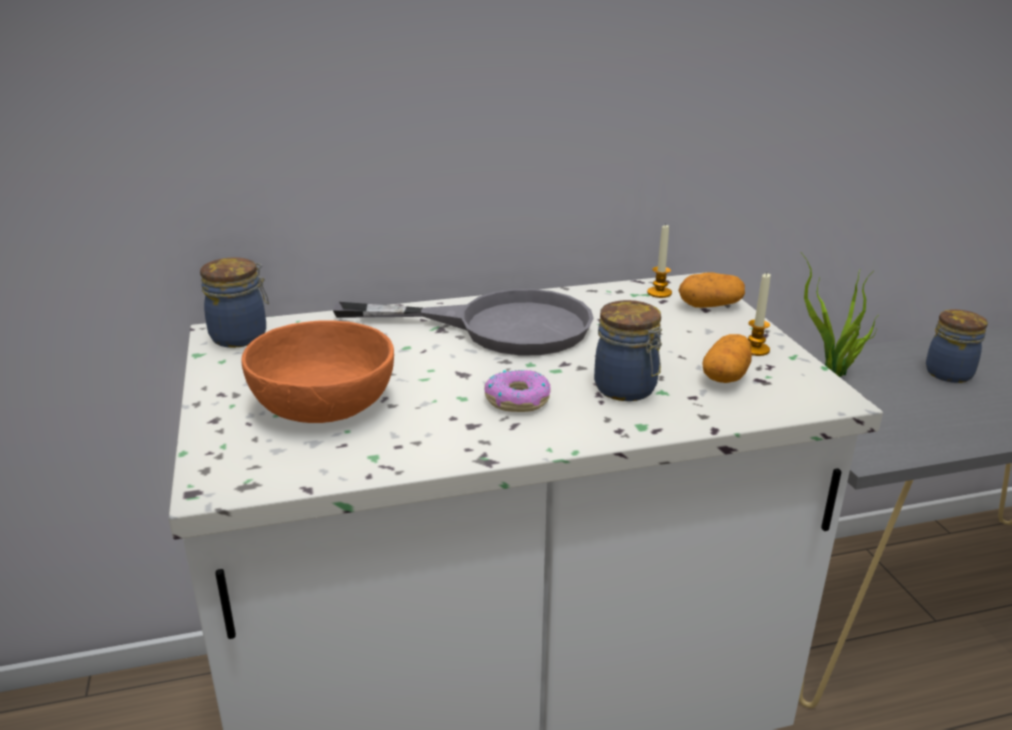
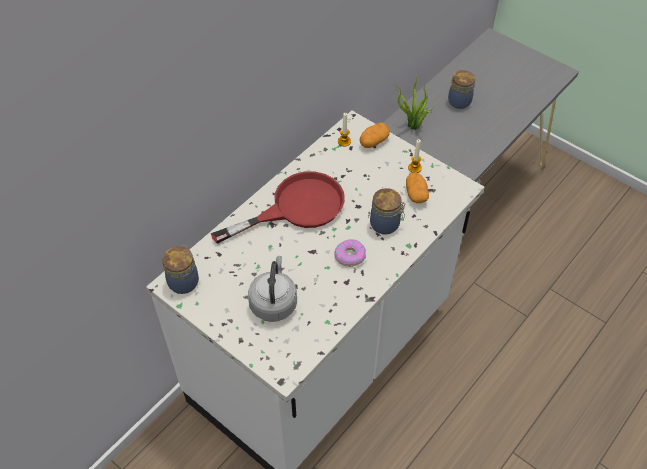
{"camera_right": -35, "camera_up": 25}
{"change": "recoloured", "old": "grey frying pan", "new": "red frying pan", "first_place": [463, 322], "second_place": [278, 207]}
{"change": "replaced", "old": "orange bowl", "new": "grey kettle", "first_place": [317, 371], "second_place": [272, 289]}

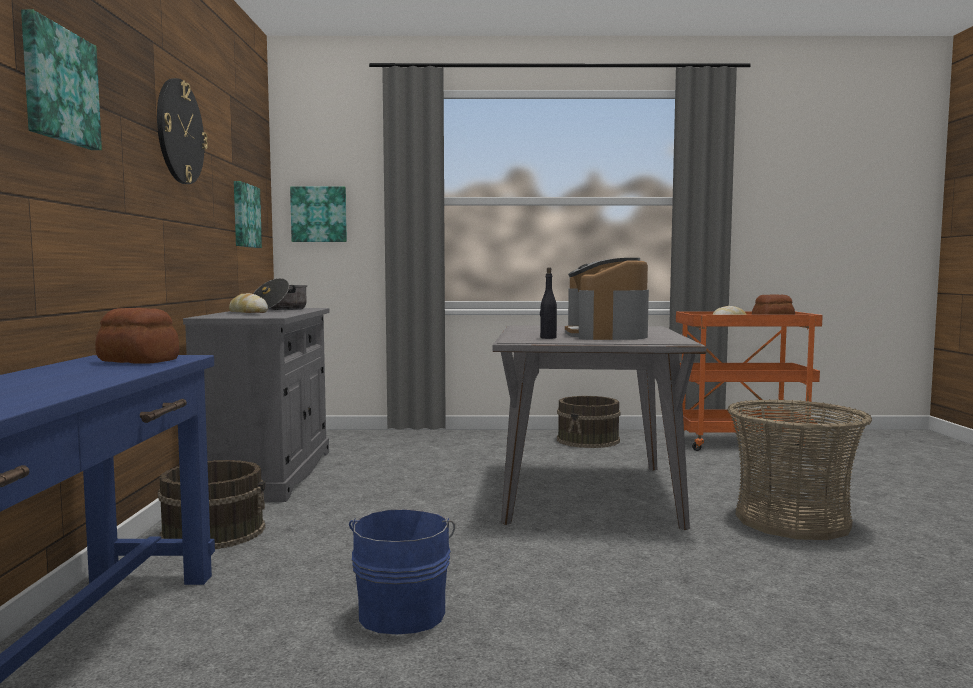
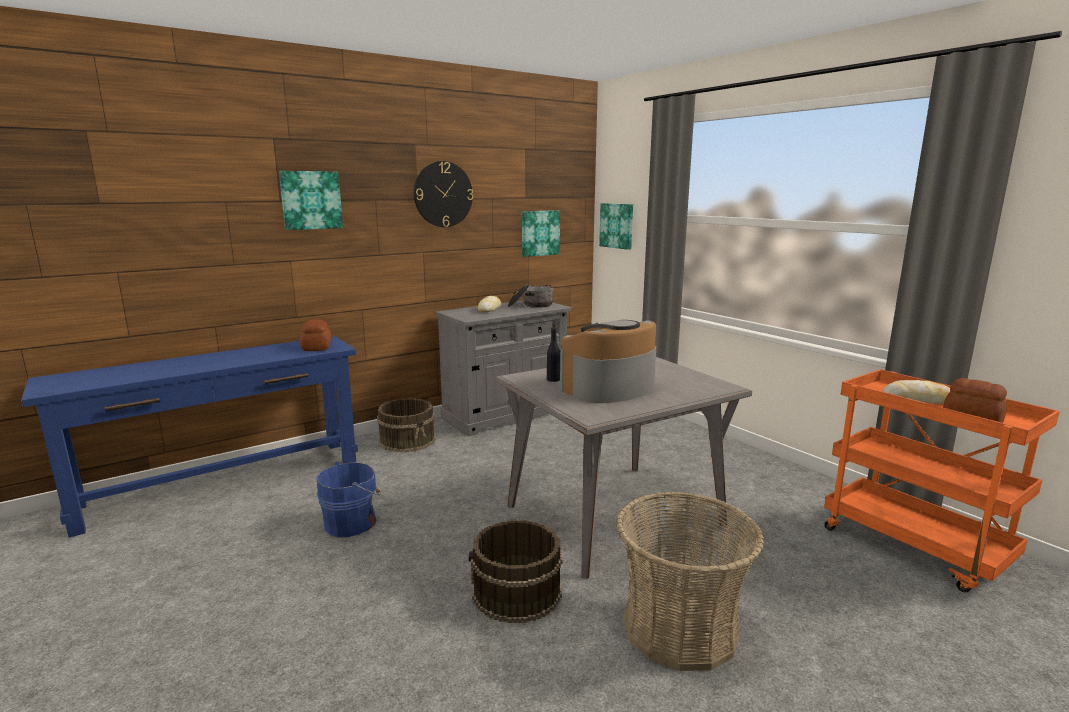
{"camera_right": 55, "camera_up": 10}
{"change": "moved", "old": "brown bucket", "first_place": [589, 422], "second_place": [516, 571]}

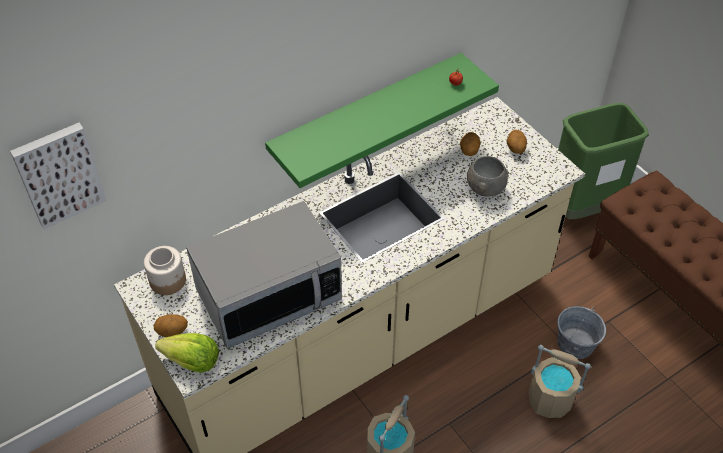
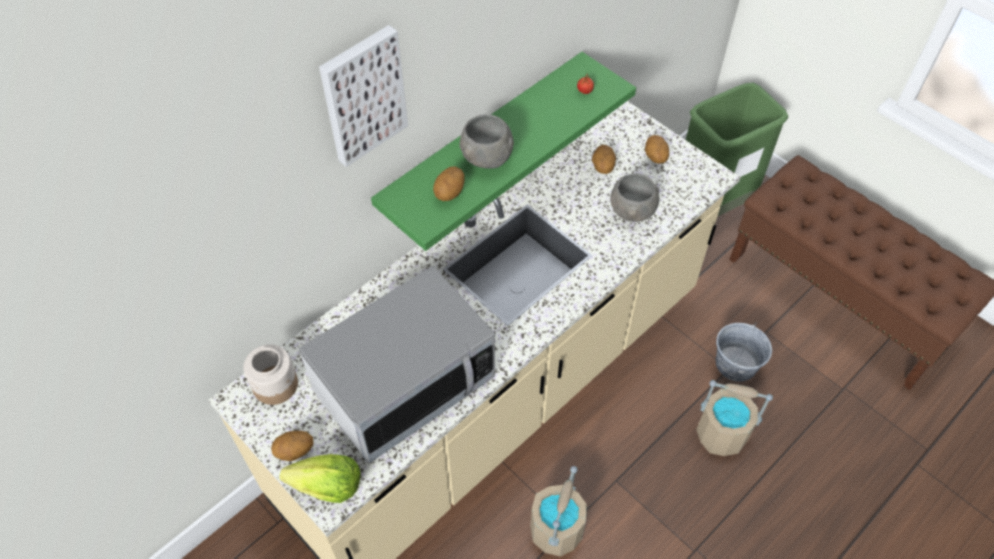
{"camera_right": -10, "camera_up": 5}
{"change": "moved", "old": "picture", "first_place": [58, 176], "second_place": [363, 96]}
{"change": "added", "new": "grey bowl", "second_place": [487, 141]}
{"change": "added", "new": "potato", "second_place": [449, 184]}

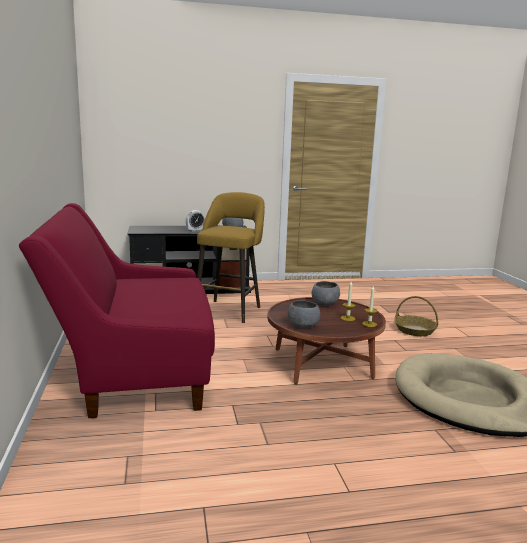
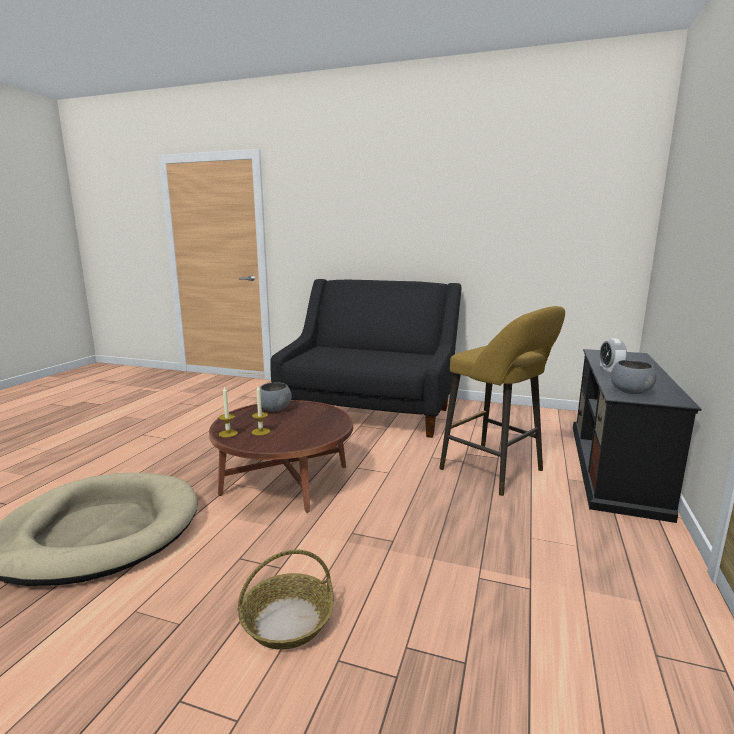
{"camera_right": 120, "camera_up": 0}
{"change": "recoloured", "old": "red sofa", "new": "black sofa", "first_place": [117, 310], "second_place": [366, 358]}
{"change": "removed", "old": "grey bowl", "first_place": [325, 293]}

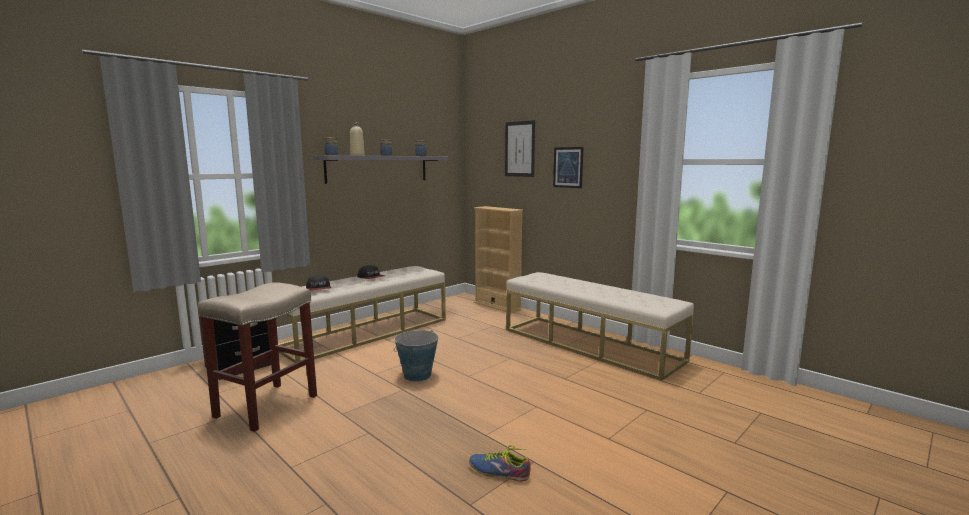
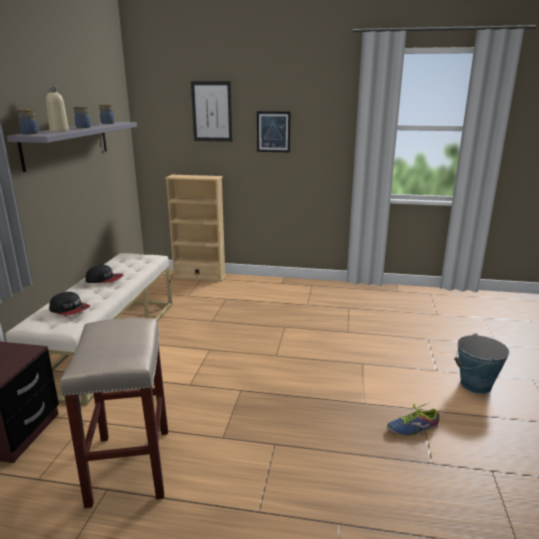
{"camera_right": -35, "camera_up": 10}
{"change": "removed", "old": "beige bench", "first_place": [600, 326]}
{"change": "moved", "old": "bucket", "first_place": [416, 356], "second_place": [481, 363]}

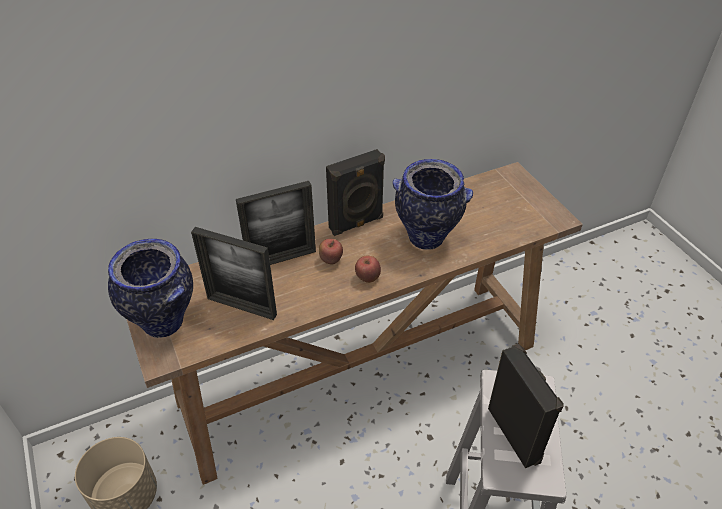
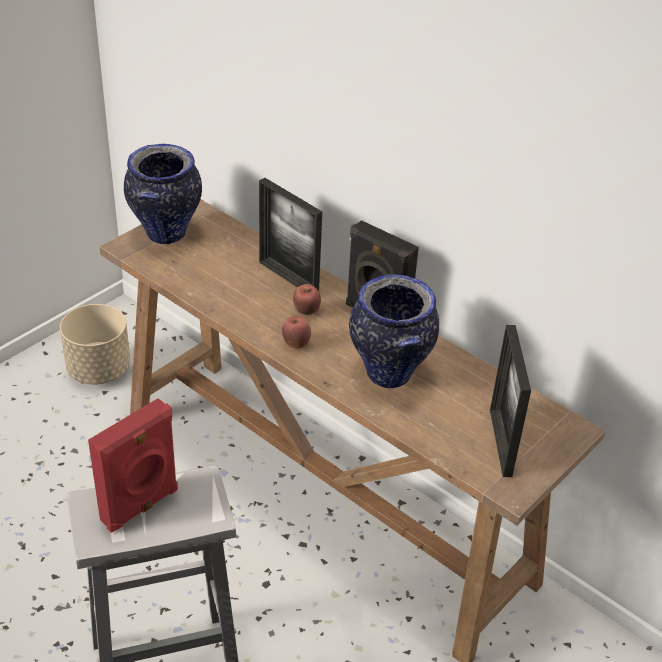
{"camera_right": 65, "camera_up": -5}
{"change": "moved", "old": "picture frame", "first_place": [234, 273], "second_place": [510, 401]}
{"change": "recoloured", "old": "black speaker", "new": "red speaker", "first_place": [526, 406], "second_place": [133, 465]}

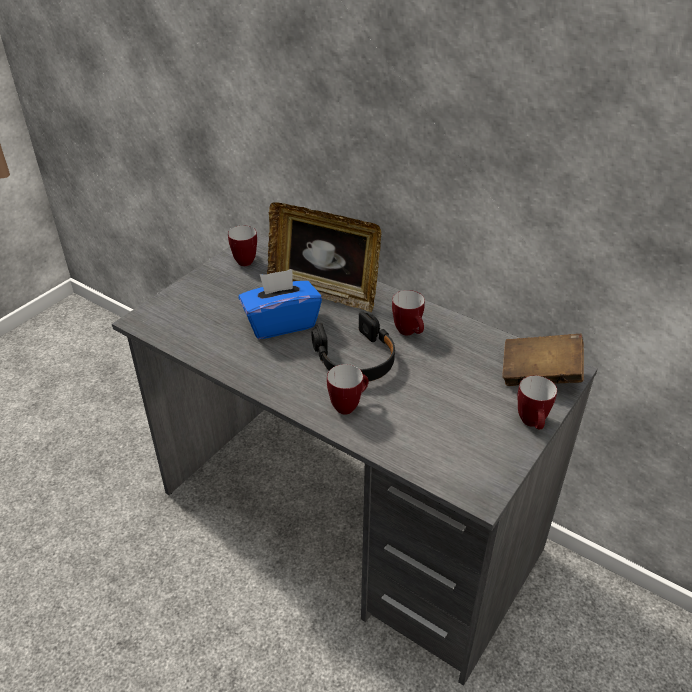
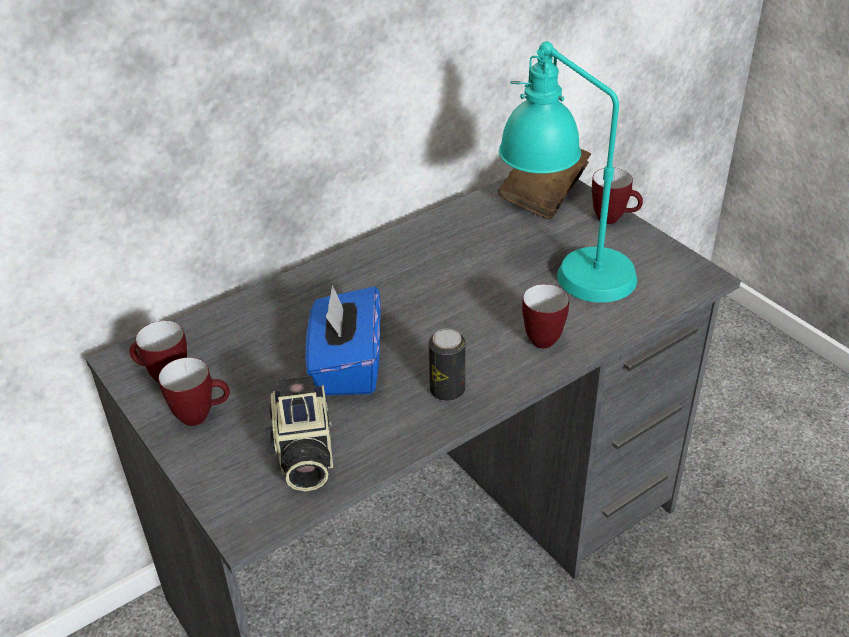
{"camera_right": -70, "camera_up": 0}
{"change": "removed", "old": "picture frame", "first_place": [324, 257]}
{"change": "moved", "old": "mug", "first_place": [408, 312], "second_place": [194, 391]}
{"change": "removed", "old": "black headphones", "first_place": [353, 346]}
{"change": "added", "new": "turquoise table lamp", "second_place": [568, 172]}
{"change": "added", "new": "can", "second_place": [447, 365]}
{"change": "added", "new": "photo camera", "second_place": [299, 434]}

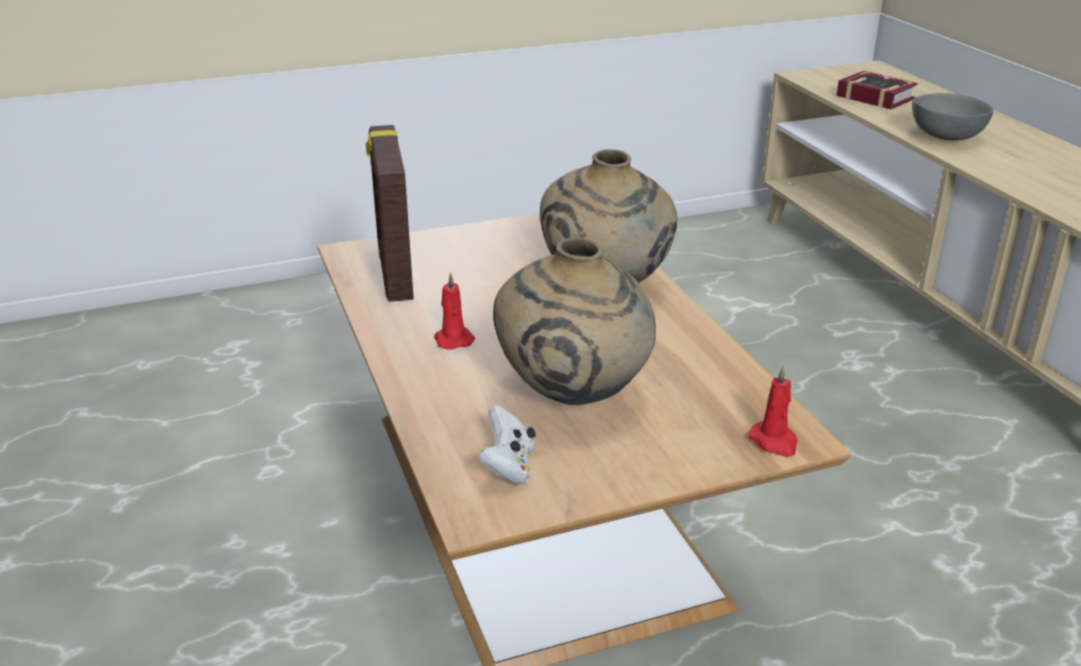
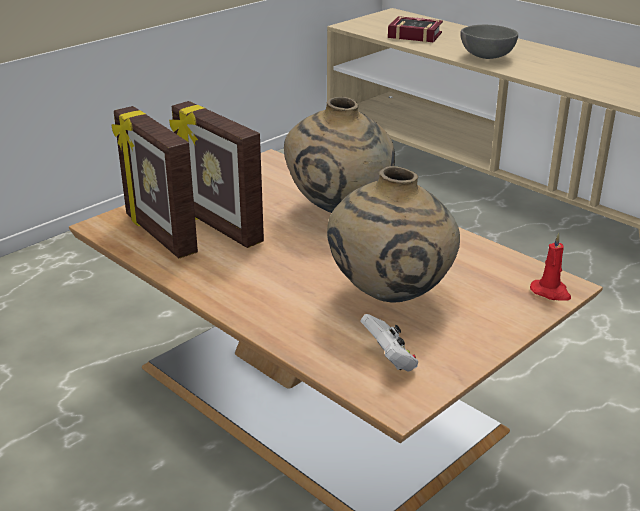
{"camera_right": -25, "camera_up": 0}
{"change": "removed", "old": "red candle", "first_place": [454, 311]}
{"change": "added", "new": "picture frame", "second_place": [216, 174]}

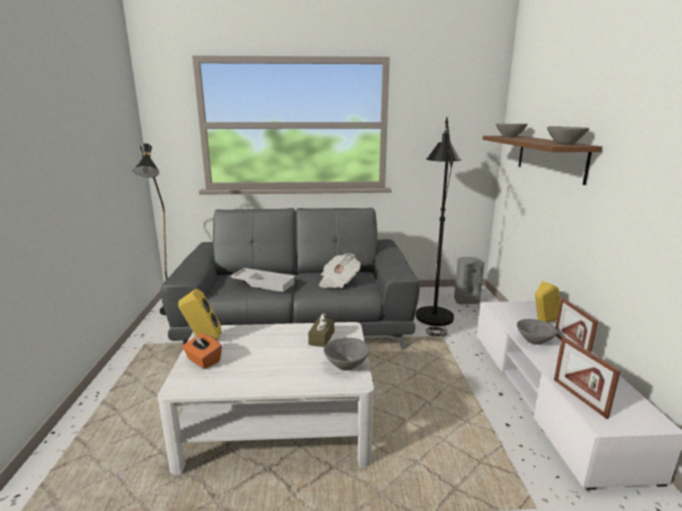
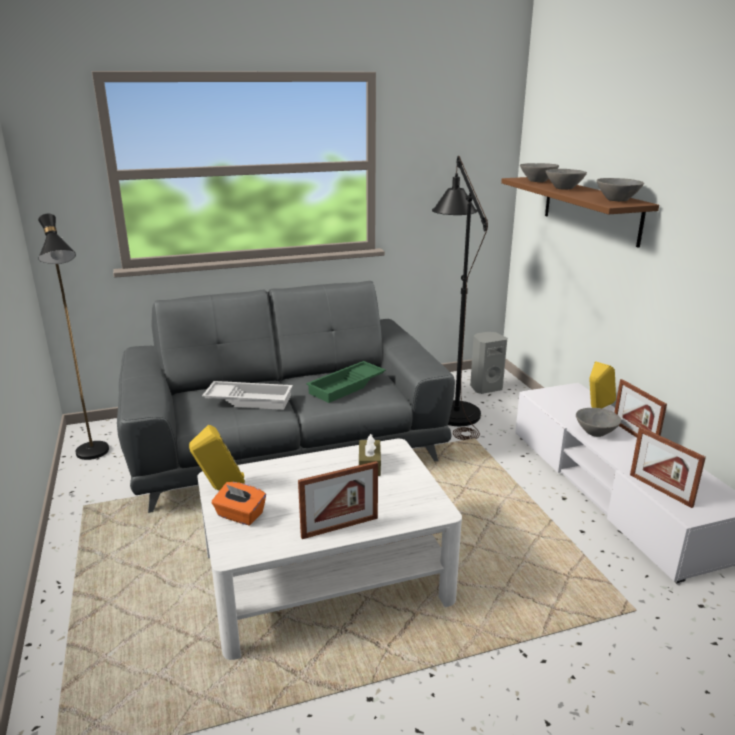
{"camera_right": -15, "camera_up": 5}
{"change": "replaced", "old": "newspaper", "new": "green tray", "first_place": [340, 270], "second_place": [346, 382]}
{"change": "moved", "old": "grey bowl", "first_place": [347, 354], "second_place": [566, 179]}
{"change": "added", "new": "picture frame", "second_place": [338, 500]}

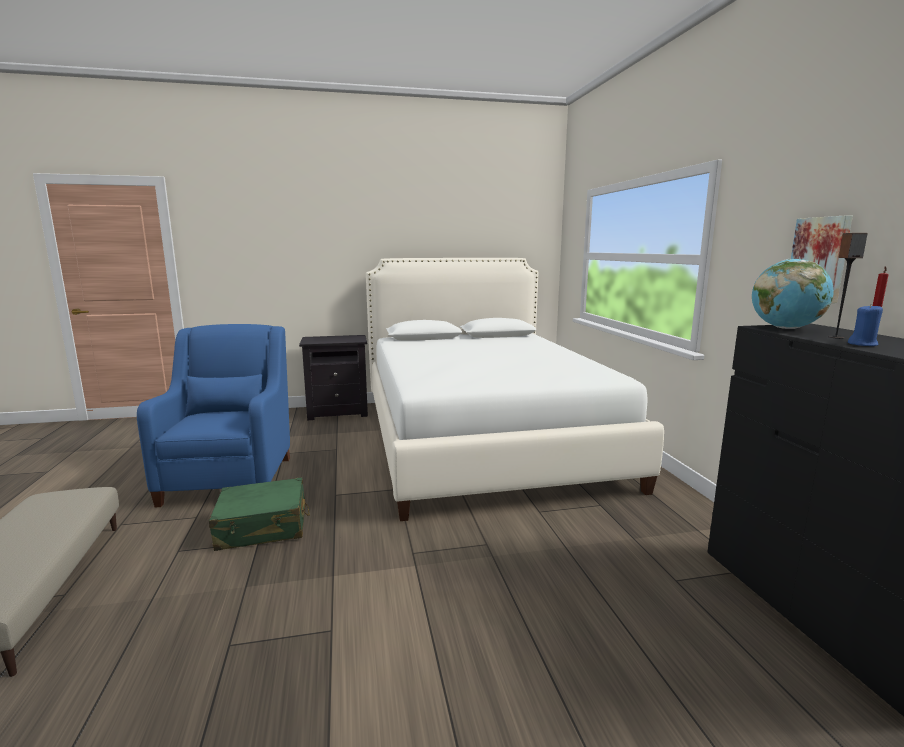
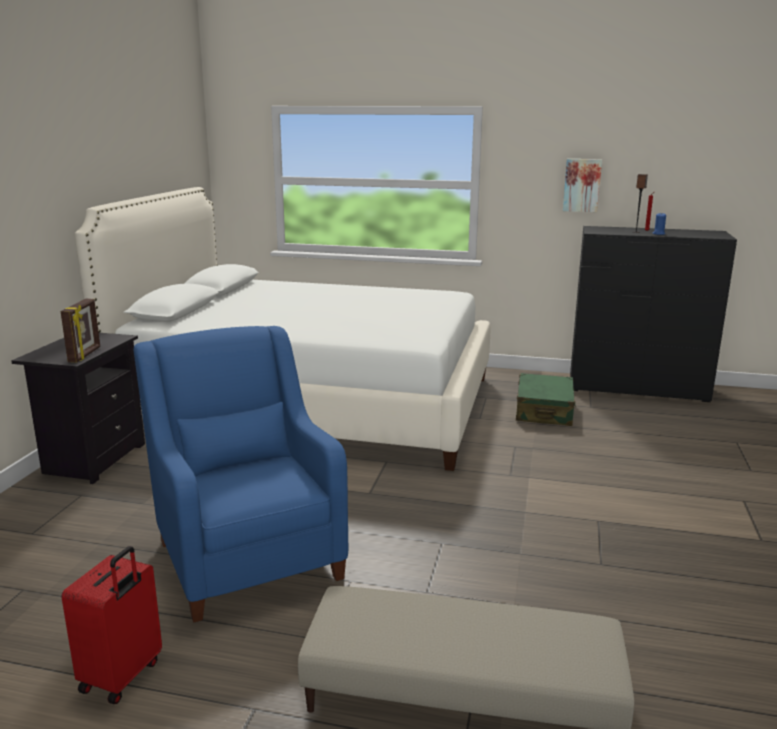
{"camera_right": -65, "camera_up": 5}
{"change": "removed", "old": "globe", "first_place": [793, 294]}
{"change": "turned", "old": "blue armchair", "first_place": [213, 415], "second_place": [241, 474], "degrees": 45}
{"change": "moved", "old": "green suitcase", "first_place": [259, 514], "second_place": [546, 399]}
{"change": "added", "new": "picture frame", "second_place": [80, 330]}
{"change": "added", "new": "red suitcase", "second_place": [112, 625]}

